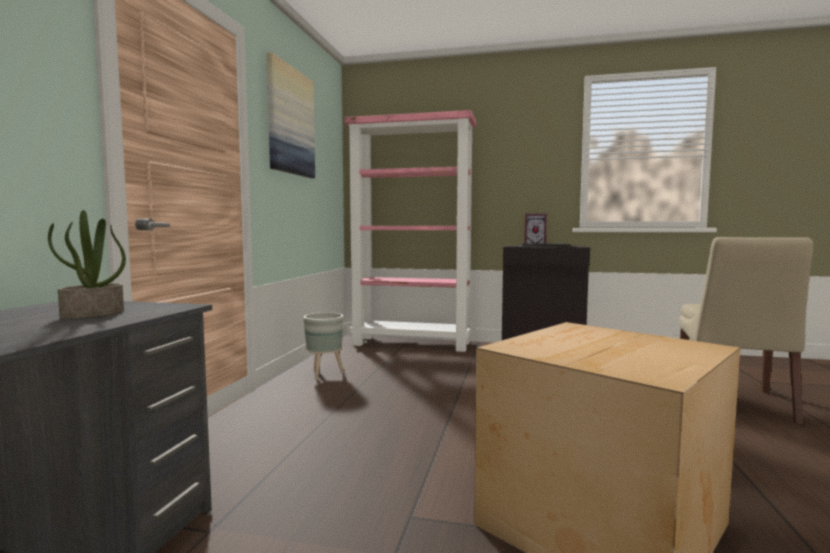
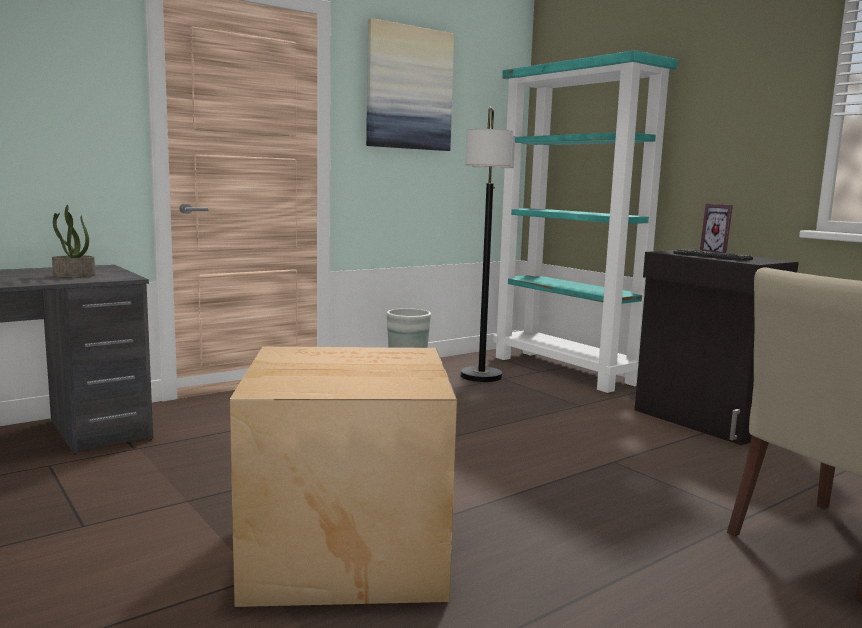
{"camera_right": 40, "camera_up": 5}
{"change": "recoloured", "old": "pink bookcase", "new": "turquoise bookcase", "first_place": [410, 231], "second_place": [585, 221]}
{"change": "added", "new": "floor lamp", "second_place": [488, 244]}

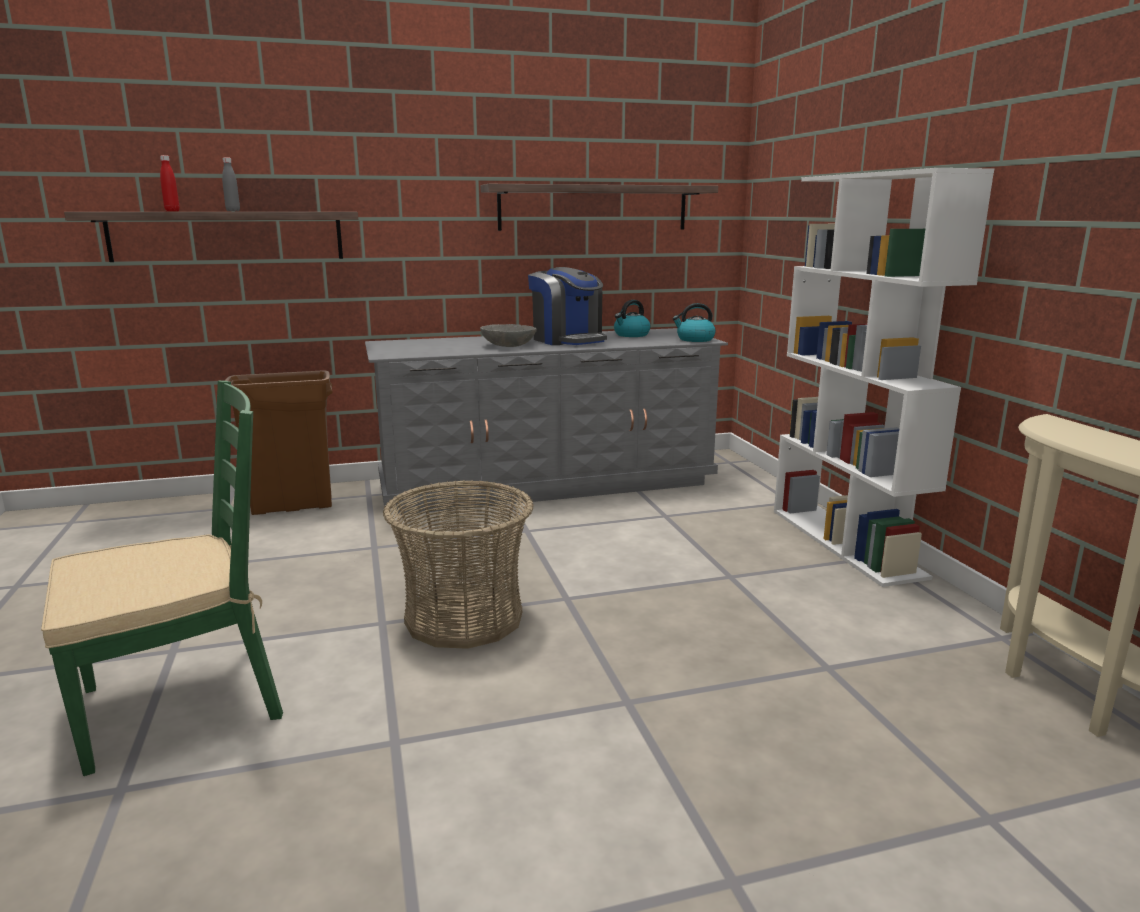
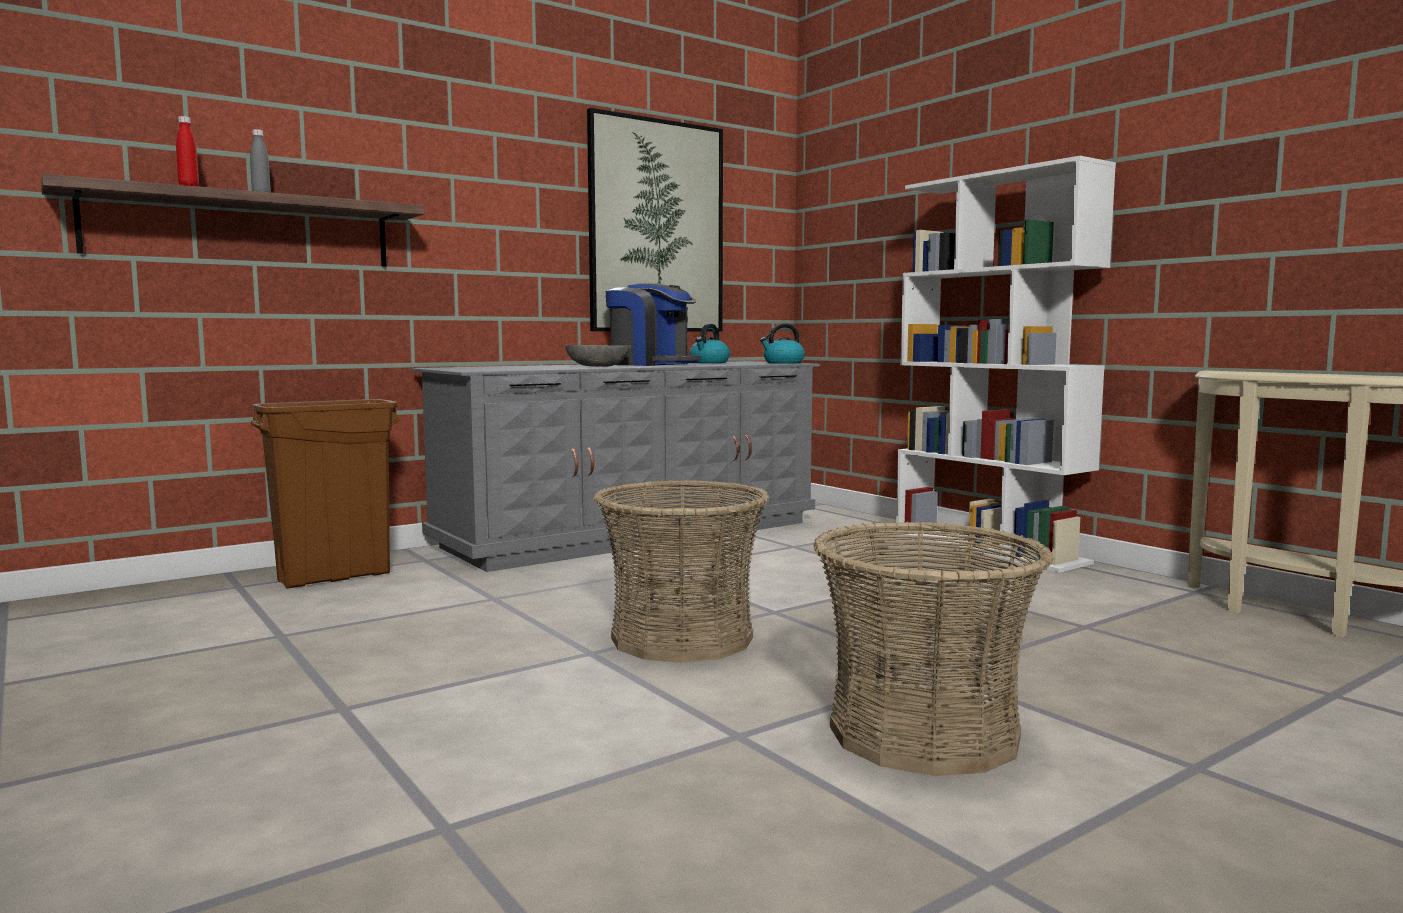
{"camera_right": -20, "camera_up": -10}
{"change": "replaced", "old": "shelf", "new": "picture", "first_place": [599, 207], "second_place": [655, 220]}
{"change": "removed", "old": "green chair", "first_place": [162, 578]}
{"change": "added", "new": "basket", "second_place": [934, 648]}

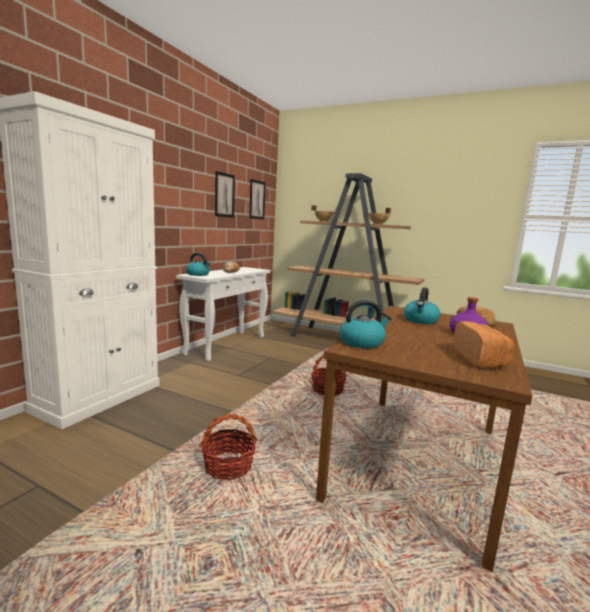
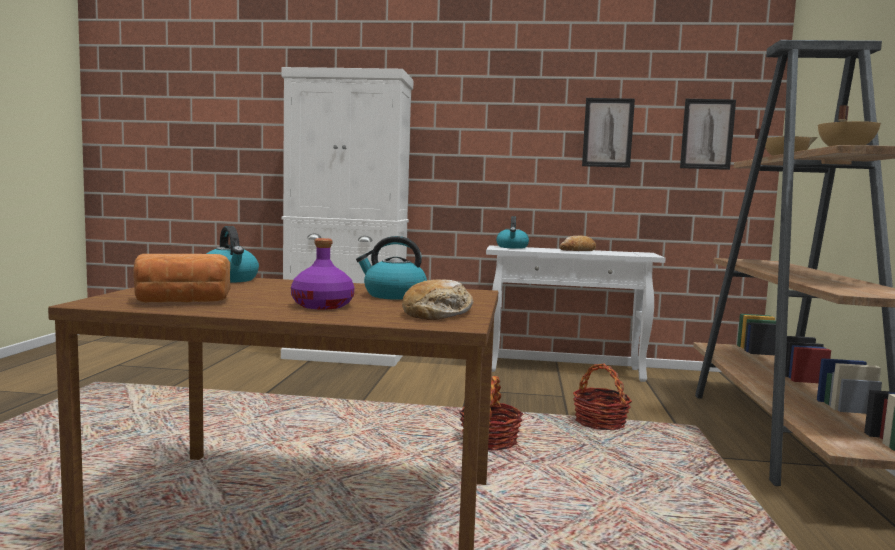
{"camera_right": 70, "camera_up": -5}
{"change": "moved", "old": "basket", "first_place": [229, 447], "second_place": [602, 397]}

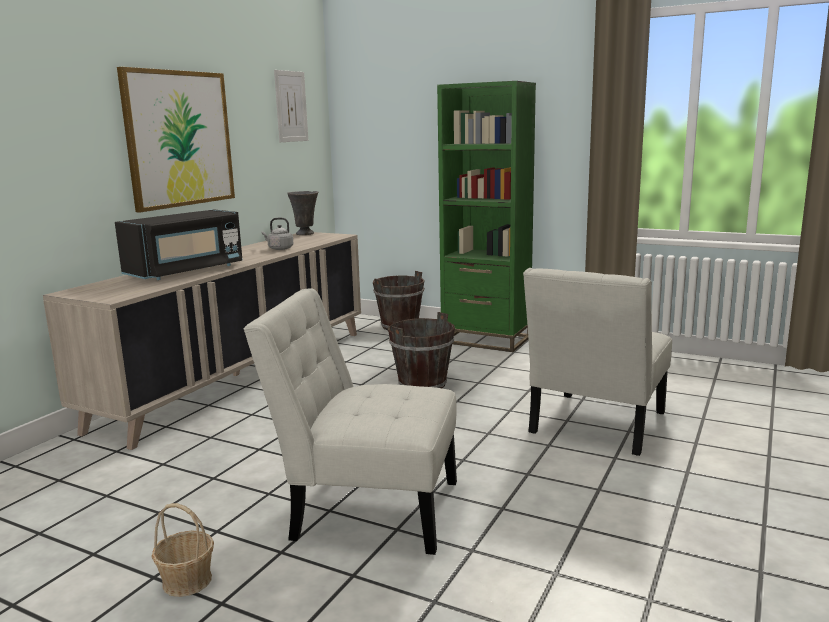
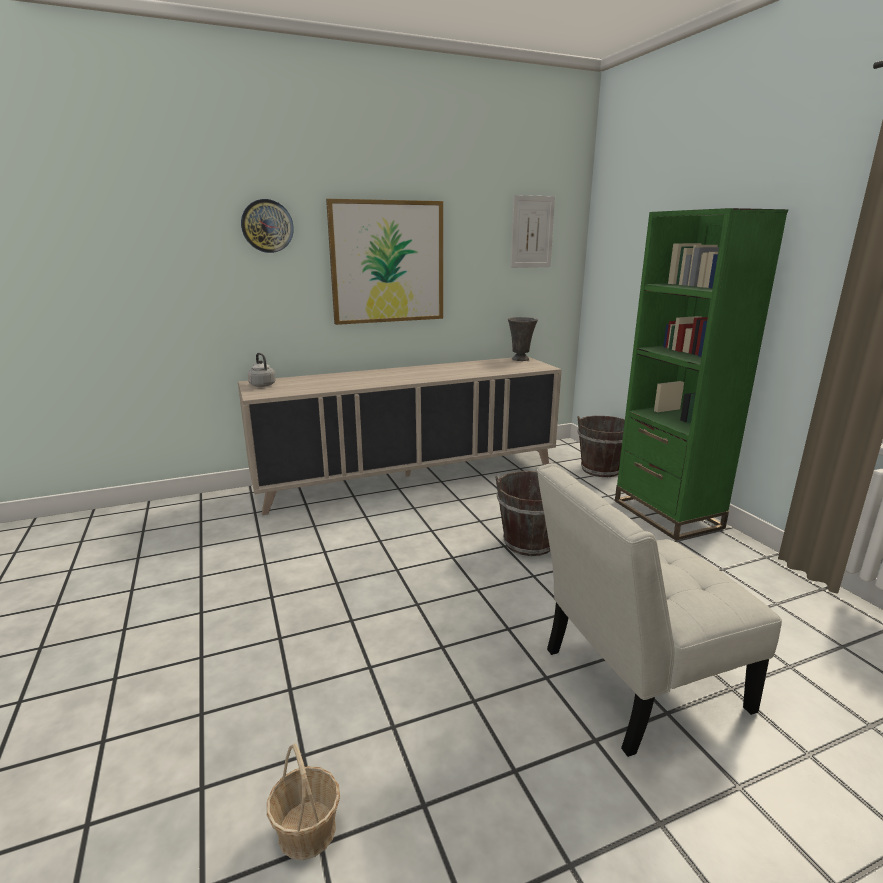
{"camera_right": 40, "camera_up": 5}
{"change": "removed", "old": "black microwave", "first_place": [179, 244]}
{"change": "moved", "old": "grey kettle", "first_place": [277, 234], "second_place": [262, 370]}
{"change": "removed", "old": "white chair", "first_place": [350, 421]}
{"change": "moved", "old": "basket", "first_place": [182, 550], "second_place": [303, 801]}
{"change": "added", "new": "wall clock", "second_place": [267, 226]}

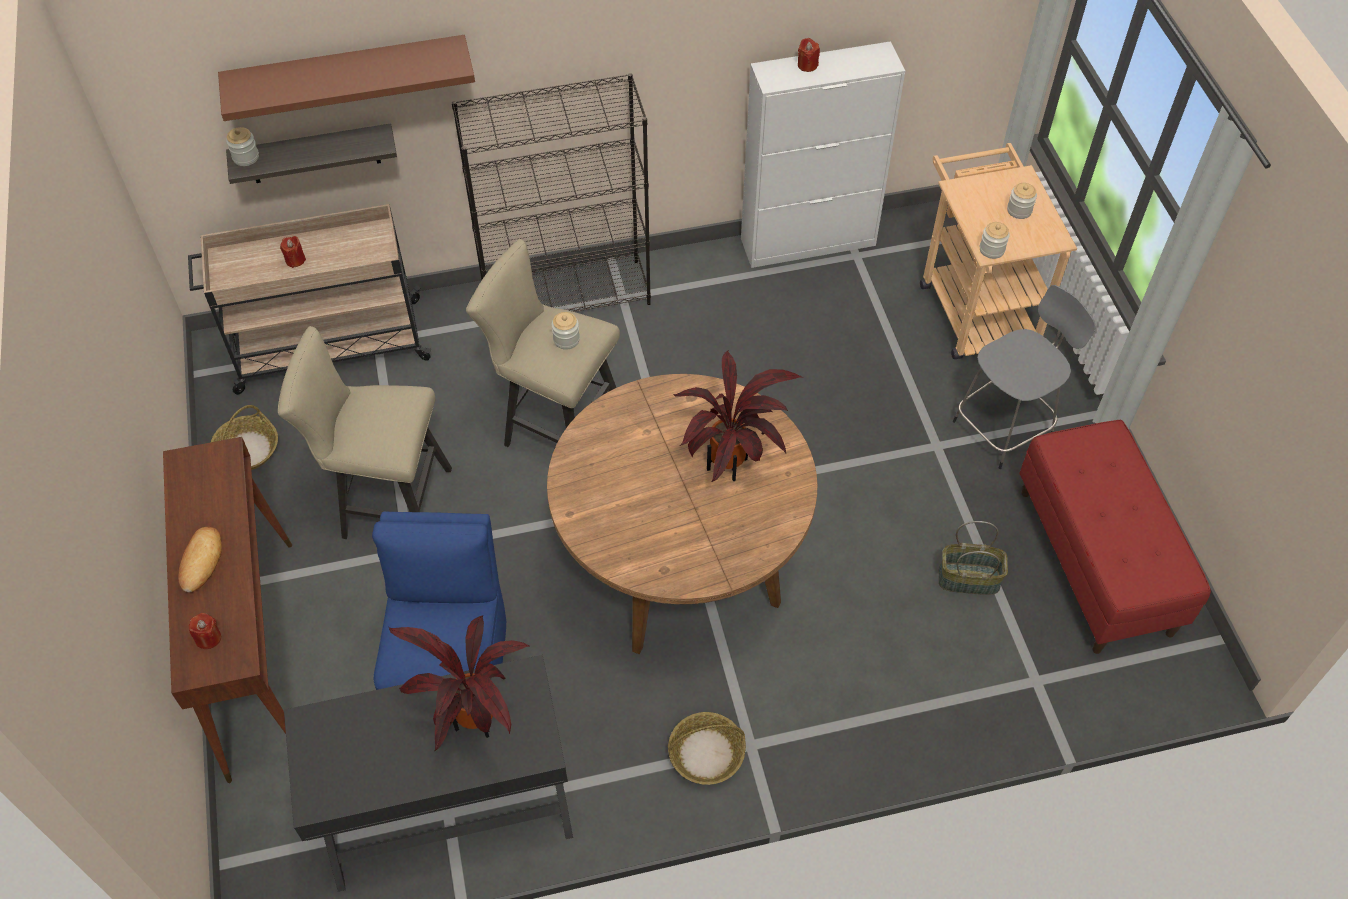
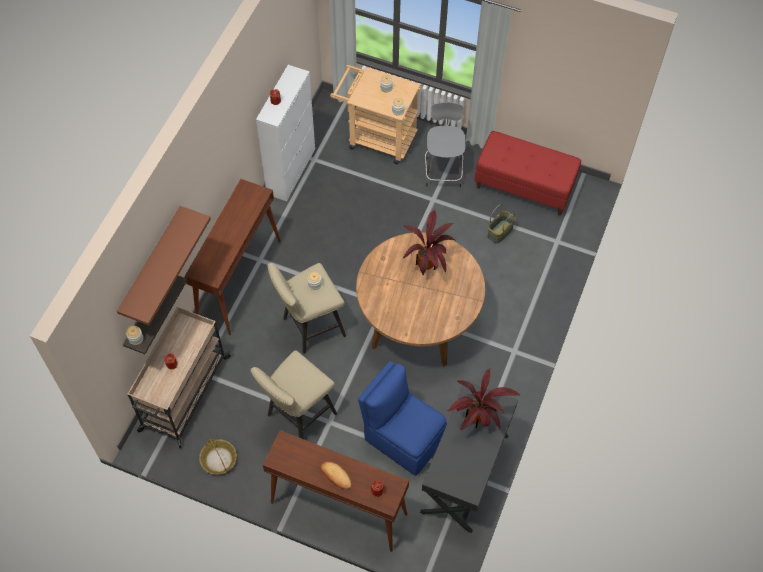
{"camera_right": -55, "camera_up": 5}
{"change": "replaced", "old": "black bookcase", "new": "brown console table", "first_place": [551, 192], "second_place": [233, 257]}
{"change": "removed", "old": "basket", "first_place": [707, 748]}

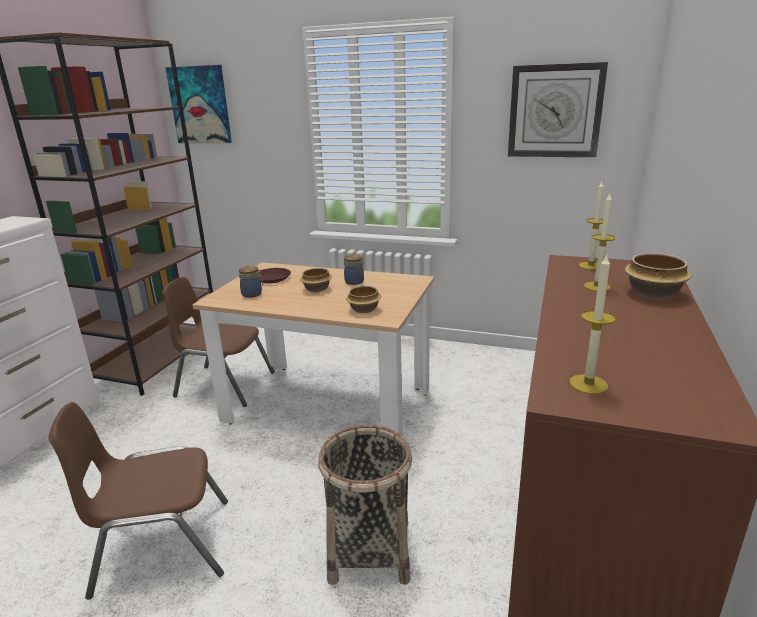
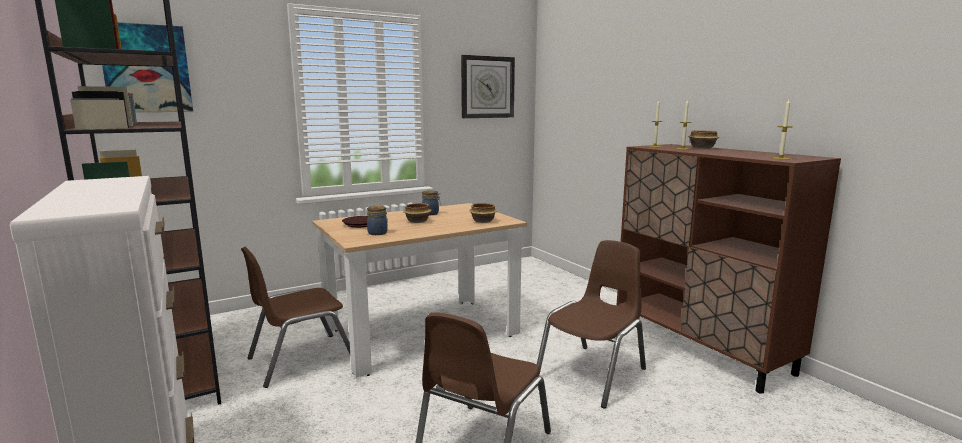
{"camera_right": -50, "camera_up": -10}
{"change": "replaced", "old": "basket", "new": "brown chair", "first_place": [365, 505], "second_place": [591, 324]}

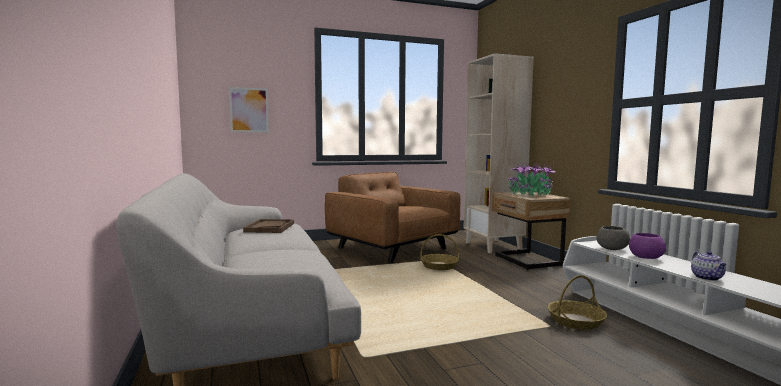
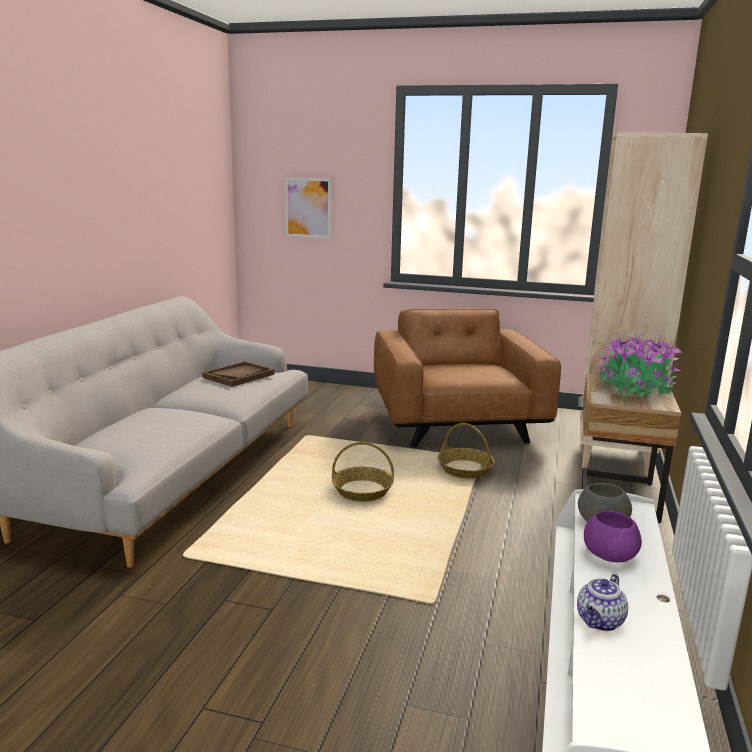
{"camera_right": 35, "camera_up": 10}
{"change": "moved", "old": "basket", "first_place": [577, 302], "second_place": [363, 471]}

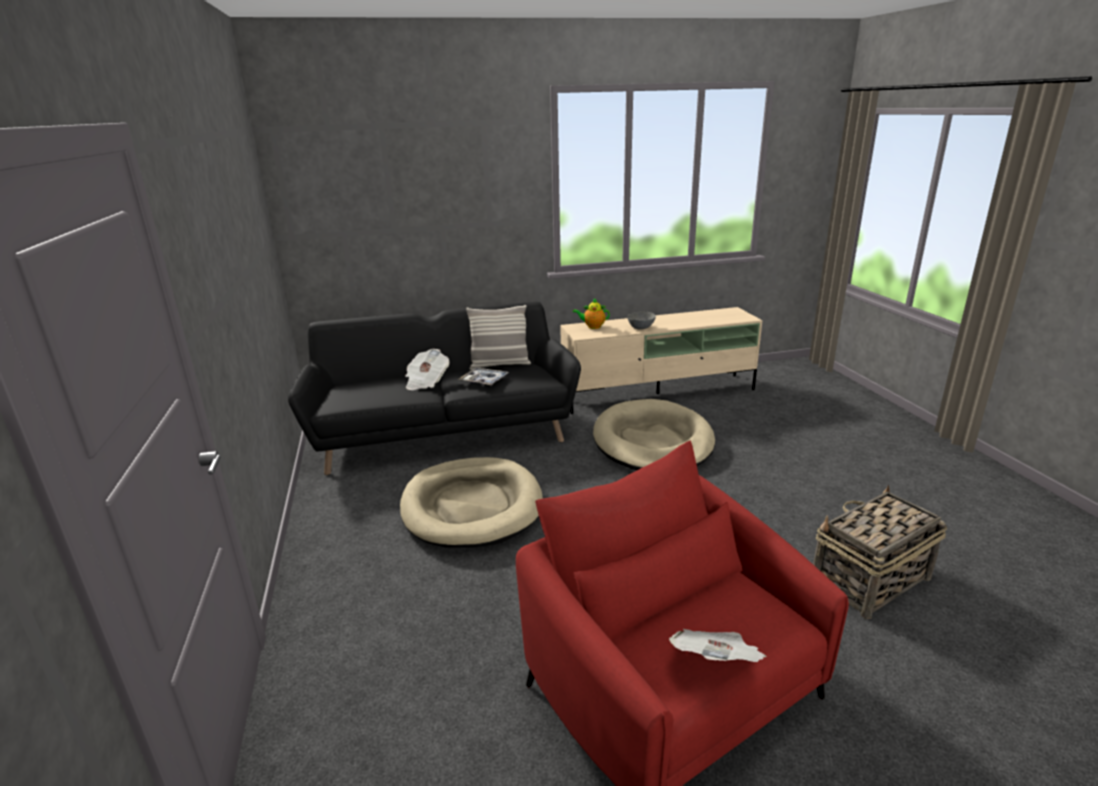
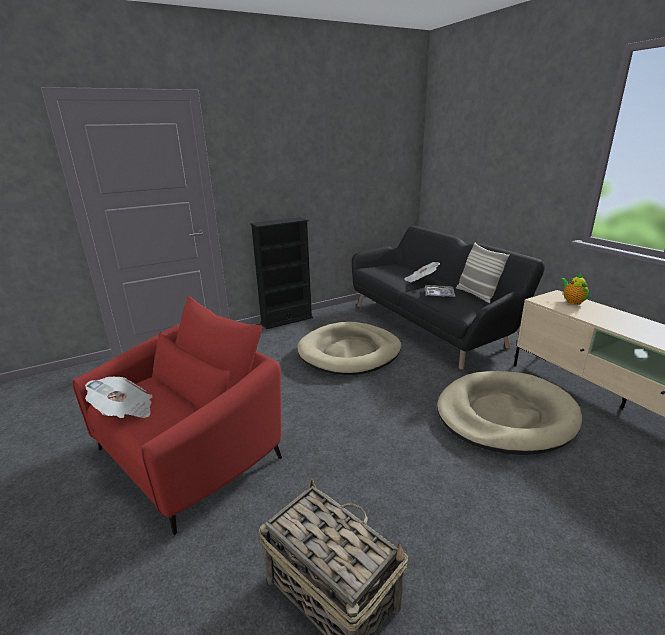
{"camera_right": 75, "camera_up": 0}
{"change": "removed", "old": "grey bowl", "first_place": [642, 320]}
{"change": "added", "new": "black bookcase", "second_place": [281, 273]}

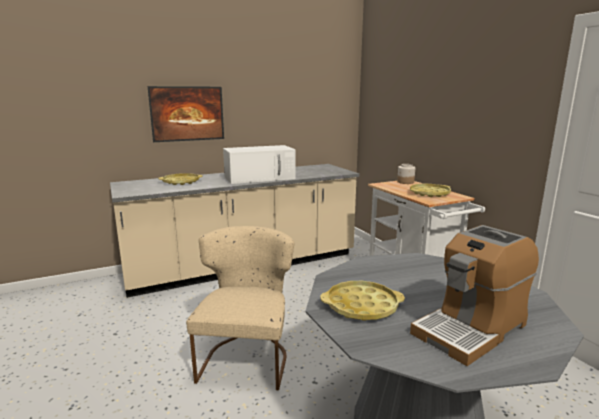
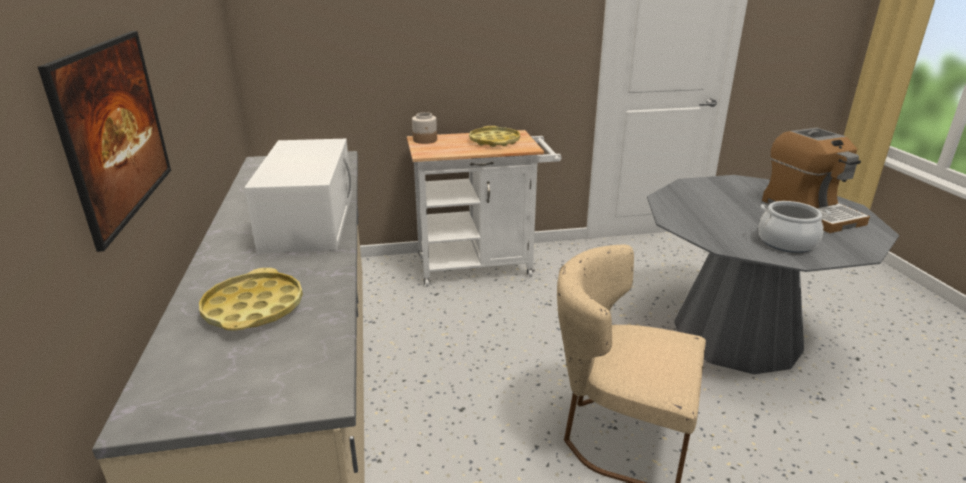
{"camera_right": -75, "camera_up": 10}
{"change": "replaced", "old": "yellow tray", "new": "cooking pot", "first_place": [362, 301], "second_place": [794, 227]}

